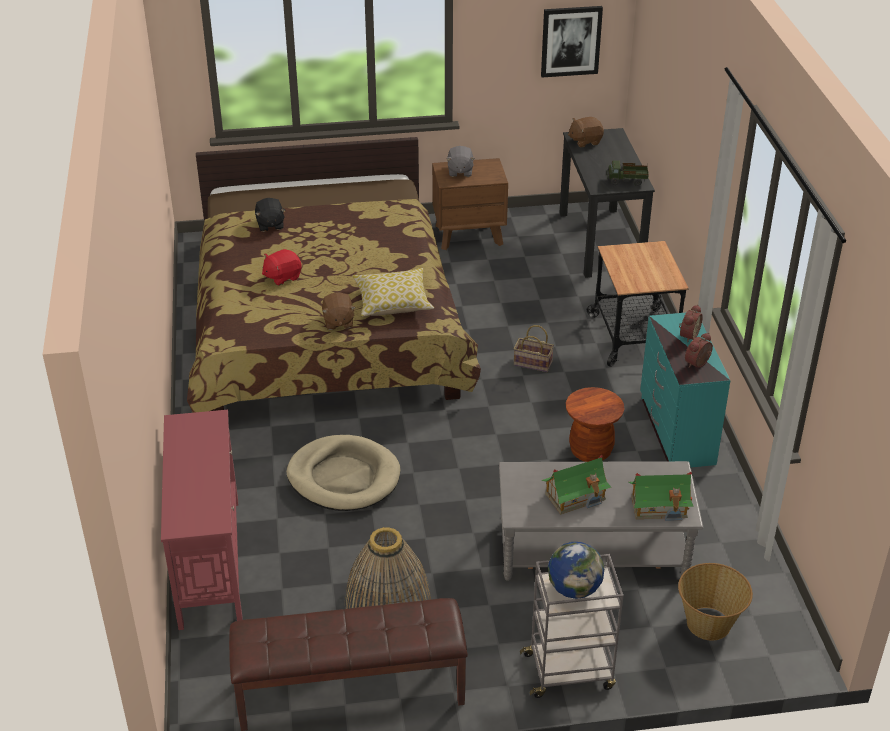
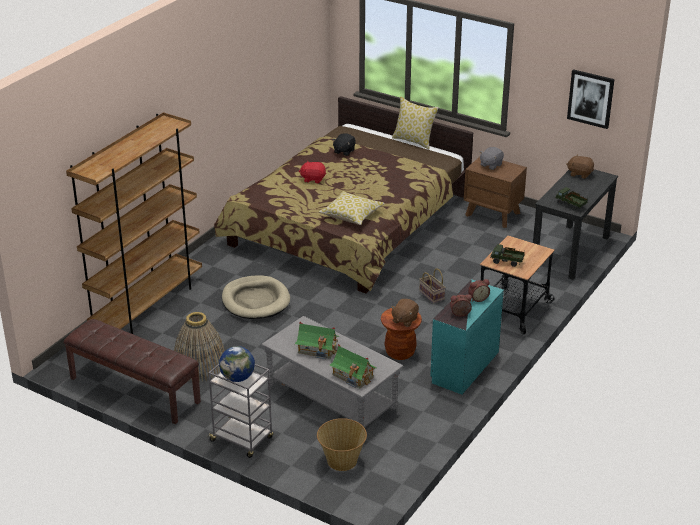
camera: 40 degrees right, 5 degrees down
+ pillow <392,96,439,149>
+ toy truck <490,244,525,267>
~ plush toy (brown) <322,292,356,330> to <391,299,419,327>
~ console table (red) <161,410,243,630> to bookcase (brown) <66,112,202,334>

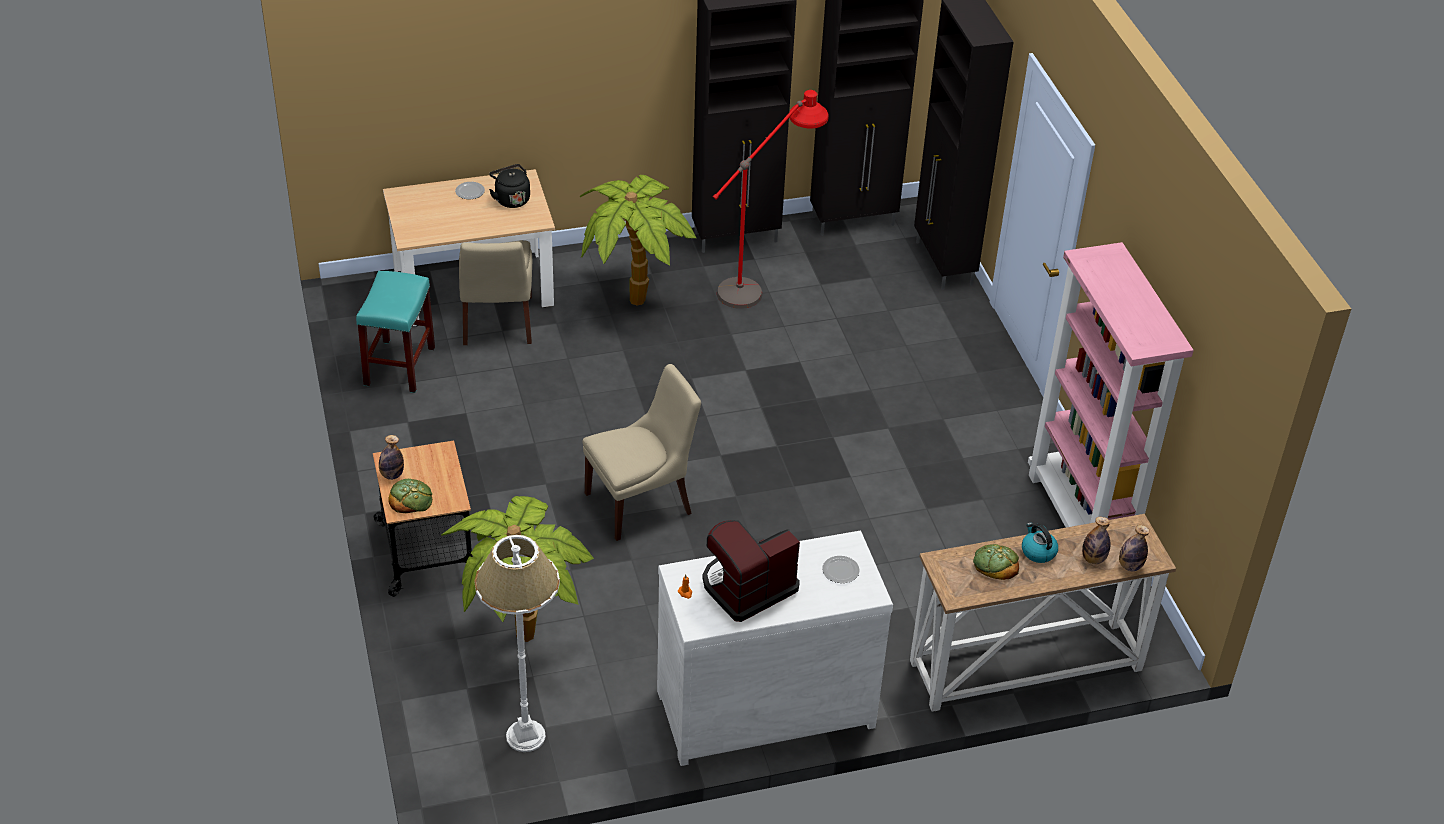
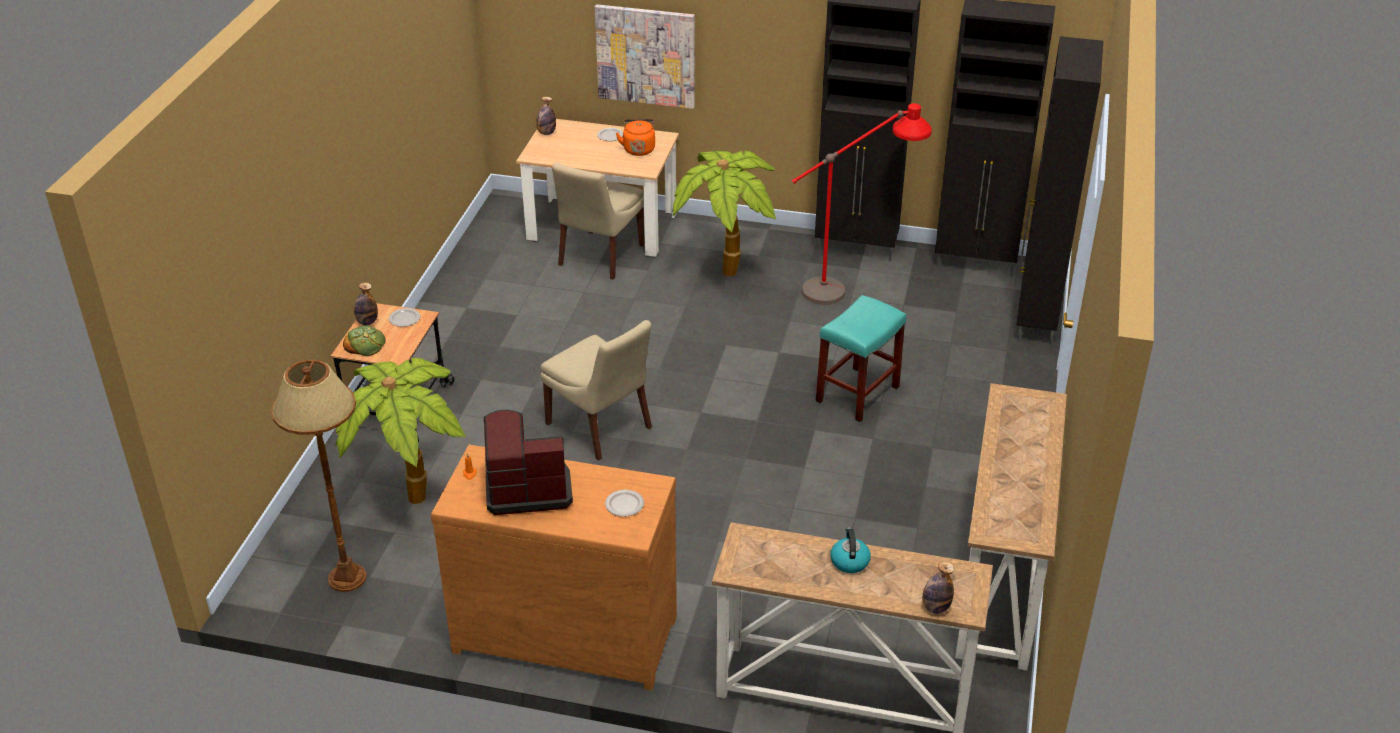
camera: 30 degrees right, 5 degrees down
- bread <973,544,1019,580>
+ plate <389,308,420,327>
+ picture <595,4,695,109>
~ stool (turquoise) <356,271,435,393> to <816,295,906,423>
~ bottle <1082,517,1111,564> to <536,97,556,135>
~ bookcase (pink) <1028,242,1194,527> to console table <955,383,1067,671>
~ floor lamp (white) <474,535,560,752> to floor lamp (brown) <271,360,367,592>
~ kettle (black) <489,164,530,208> to kettle (orange) <616,119,655,156>
~ dresser (white) <657,530,893,766> to dresser (brown) <431,445,677,690>
~ chair (beige) <583,364,701,541> = <540,320,652,460> 45 degrees clockwise

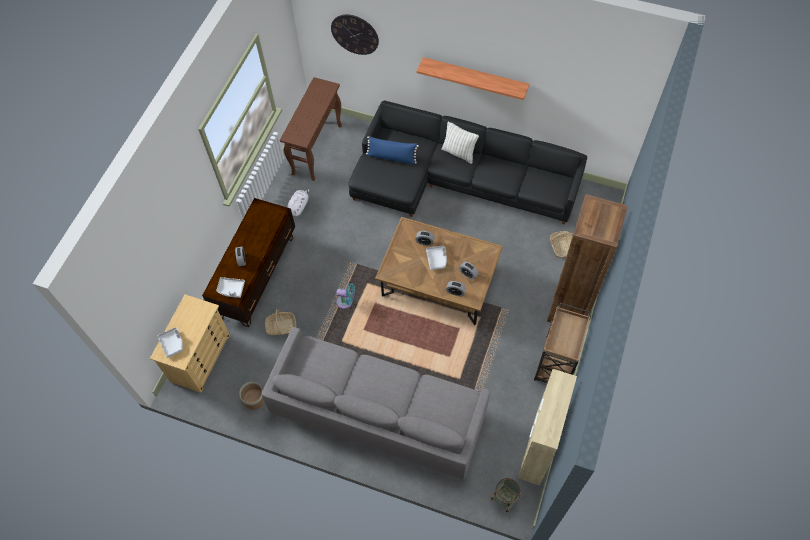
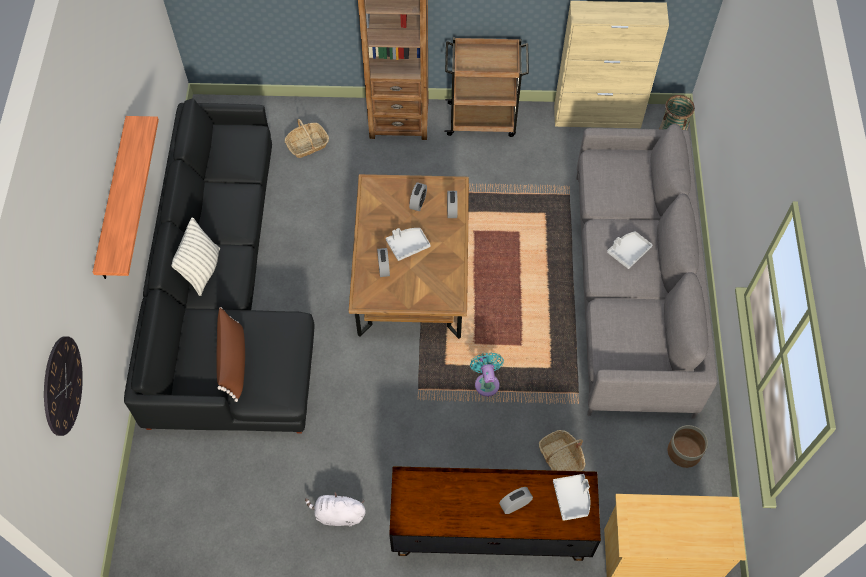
camera: 110 degrees left, 0 degrees up
- console table (brown) <280,77,342,181>
~ tray (grey) <158,327,183,358> to <607,231,652,269>
~ pillow (blue) <366,136,419,164> to pillow (brown) <216,307,245,402>

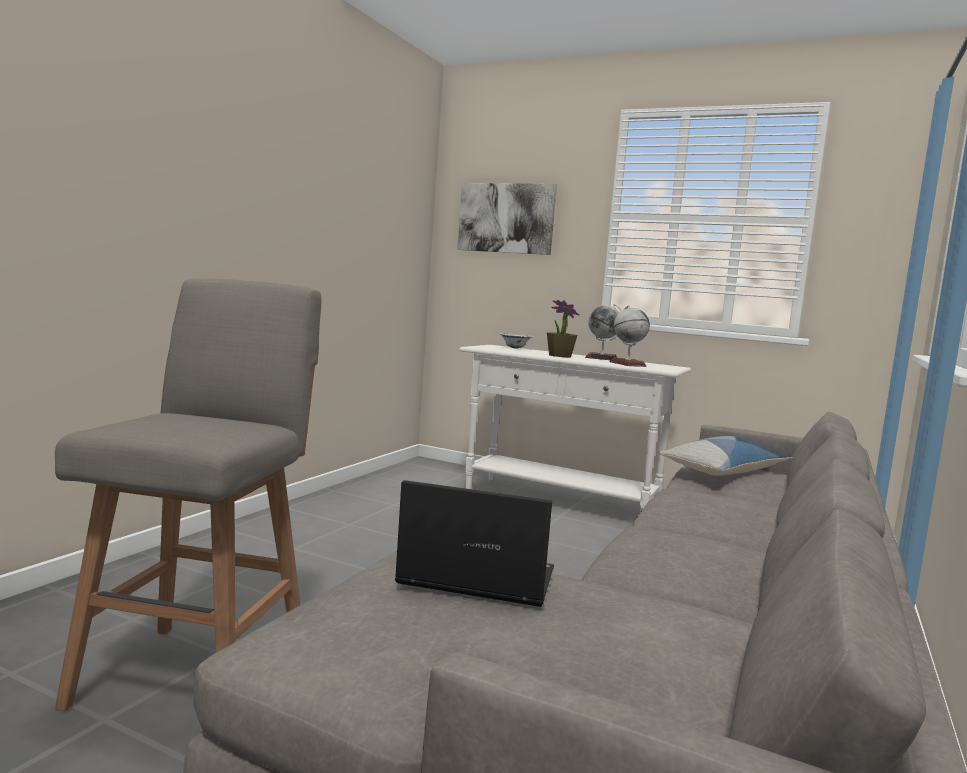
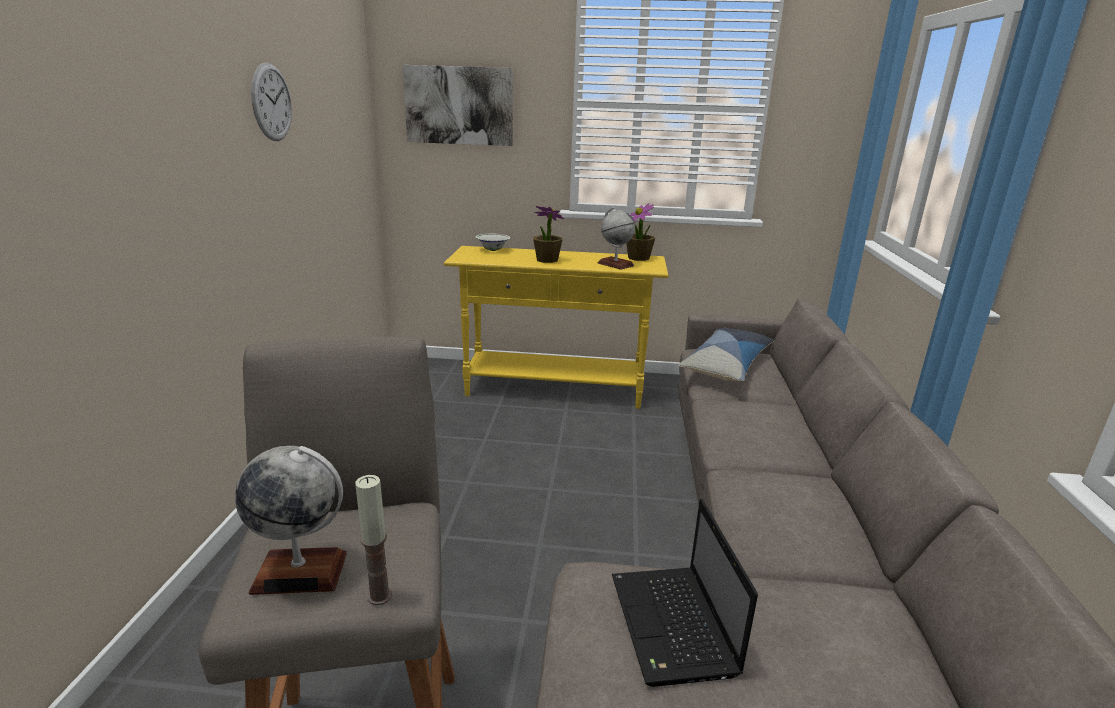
camera: 20 degrees left, 15 degrees up
+ wall clock <251,62,292,141>
+ candle <355,475,392,605>
+ potted plant <626,203,655,261>
~ globe <585,304,622,360> to <235,446,347,595>
~ console table (white) <459,345,691,511> to console table (yellow) <444,246,669,409>
~ laptop <394,480,554,607> = <612,499,758,687> 90 degrees counterclockwise

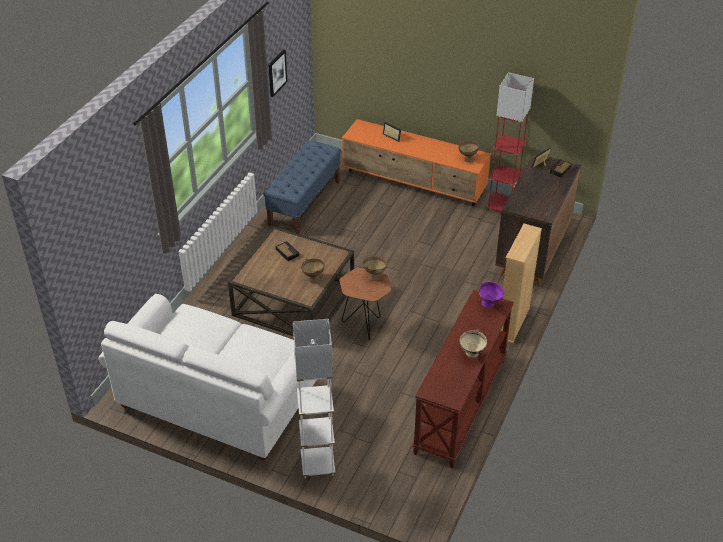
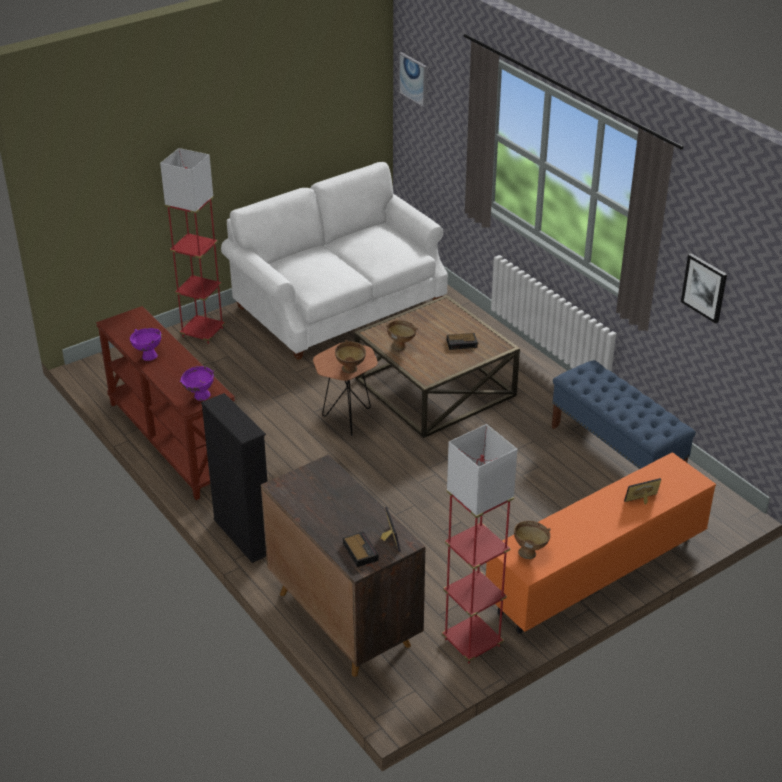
camera: 120 degrees right, 5 degrees down
+ picture <399,52,427,107>
~ floor lamp (white) <293,319,336,478> to floor lamp (red) <160,148,225,344>
~ bowl (beige) <460,329,487,358> to bowl (purple) <130,328,162,361>
~ bookcase (beige) <501,224,542,343> to bookcase (black) <201,393,267,563>

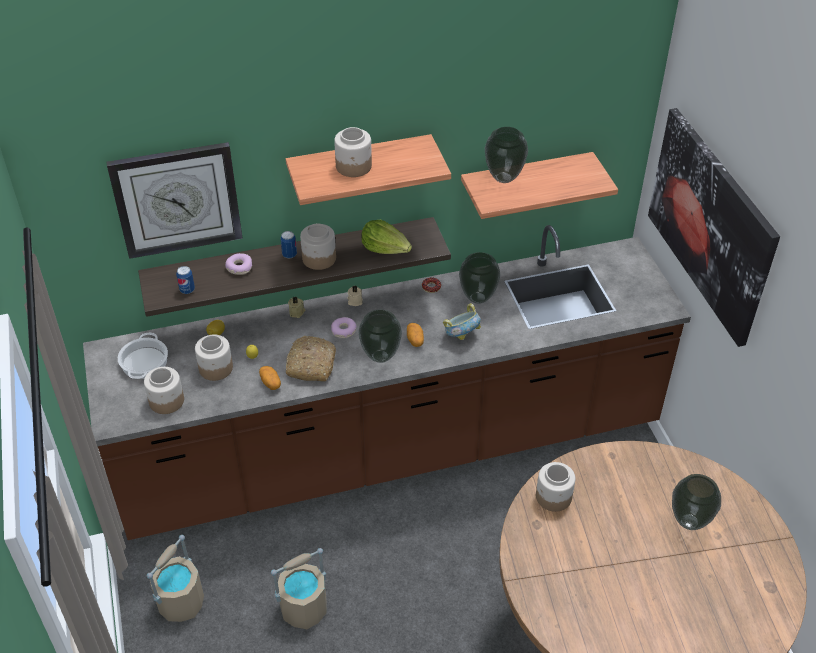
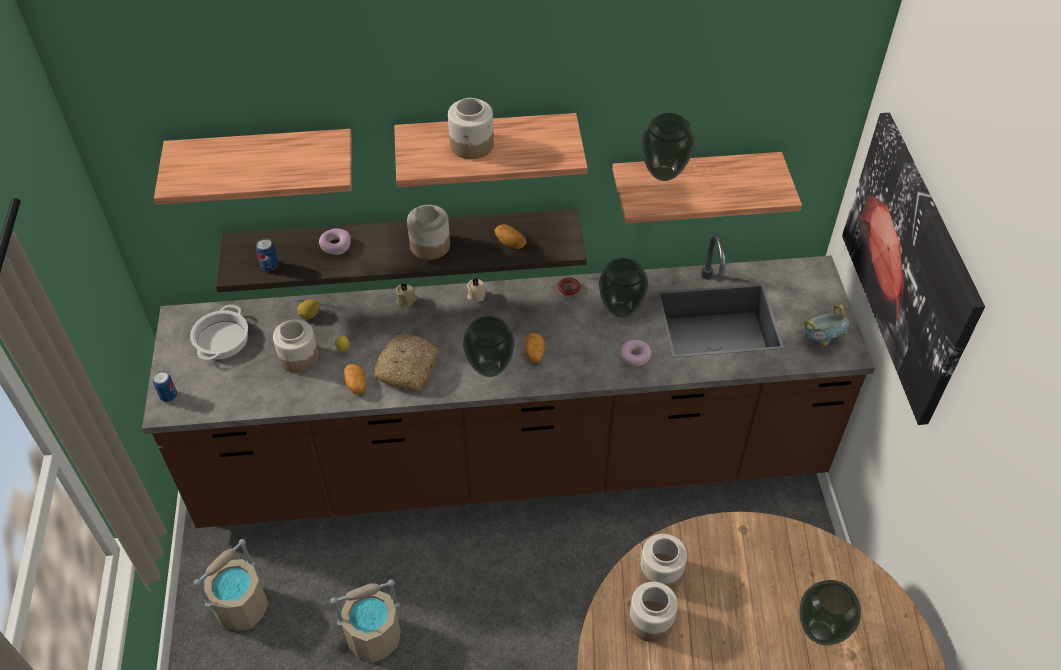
camera: 10 degrees right, 5 degrees up
~ jar <144,367,184,414> to <629,582,678,642>
~ can <281,231,297,258> to <153,371,177,402>
~ donut <331,317,357,338> to <621,340,651,366>
~ bowl <443,303,481,340> to <804,303,850,346>
~ wall clock <106,142,243,259> to shelf <154,129,352,205>
~ lettuce <361,220,412,254> to potato <494,224,526,249>

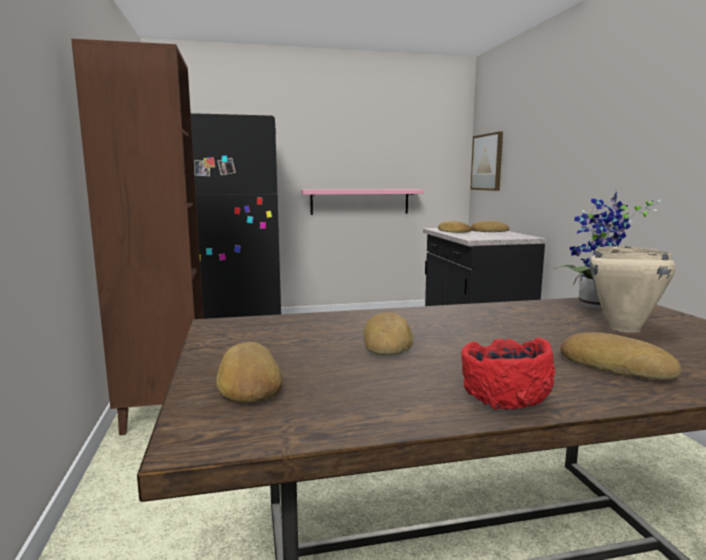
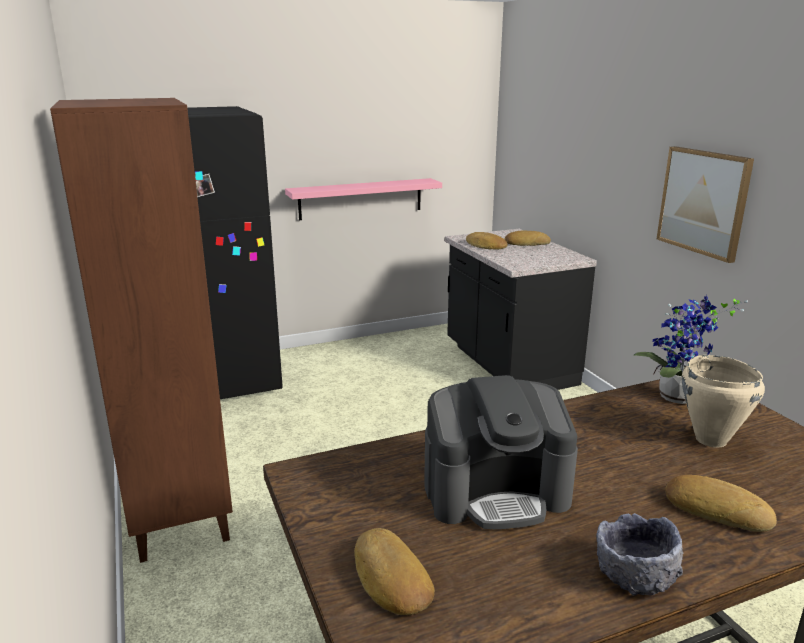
camera: 10 degrees left, 10 degrees up
~ picture <470,131,503,191> to <657,146,754,263>
~ bread <364,312,413,355> to coffee machine <424,375,578,529>
~ bowl (red) <461,337,555,410> to bowl (grey) <596,513,684,595>

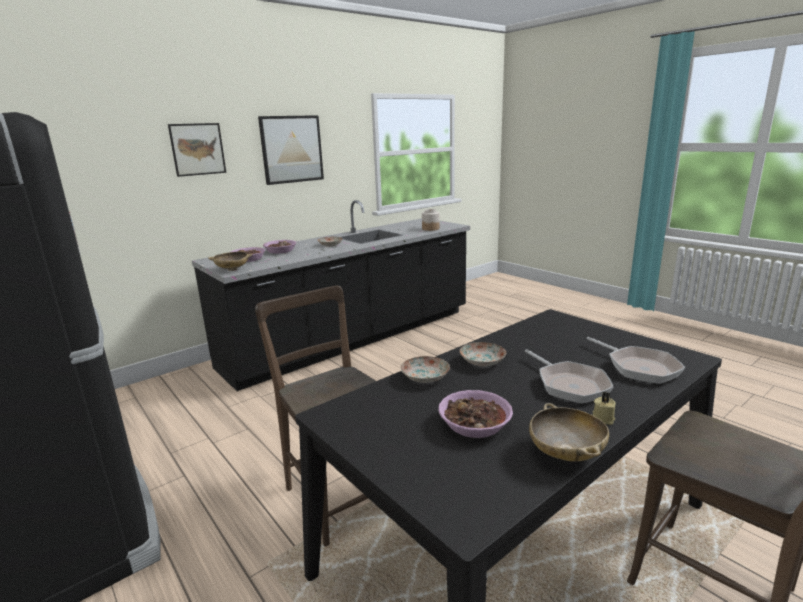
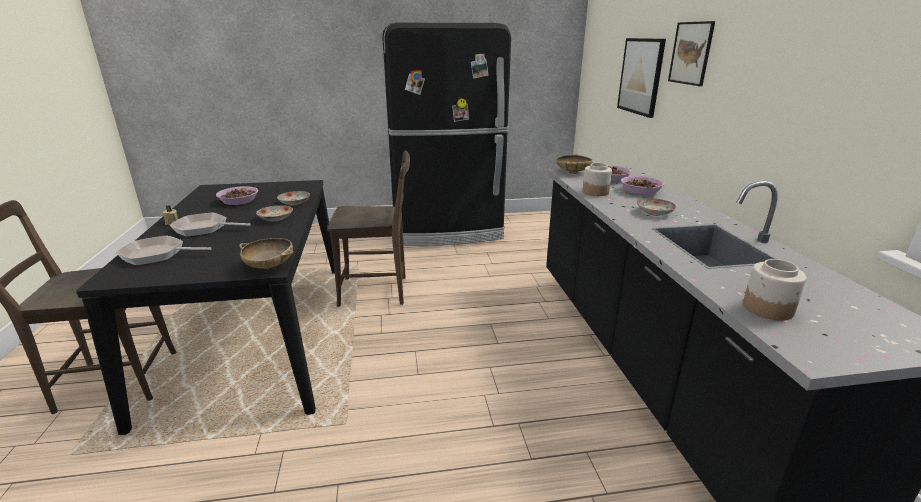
camera: 120 degrees right, 5 degrees up
+ jar <583,163,612,196>
~ picture <258,115,324,185> to <617,38,666,118>
~ bowl (beige) <529,403,609,462> to <239,238,294,269>

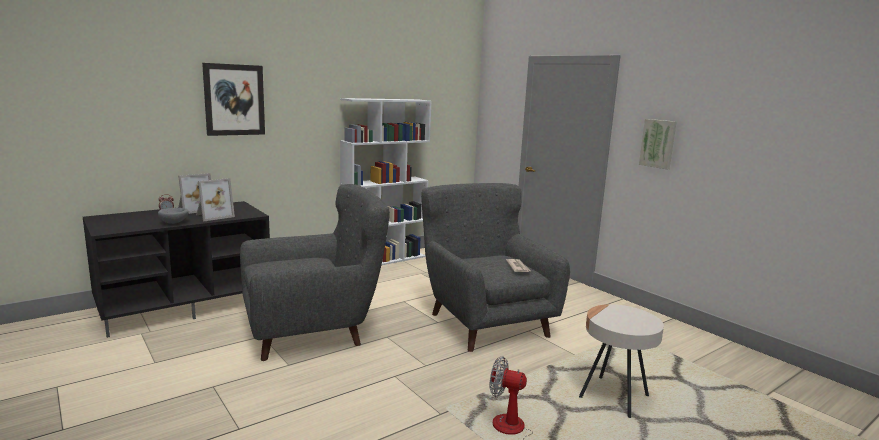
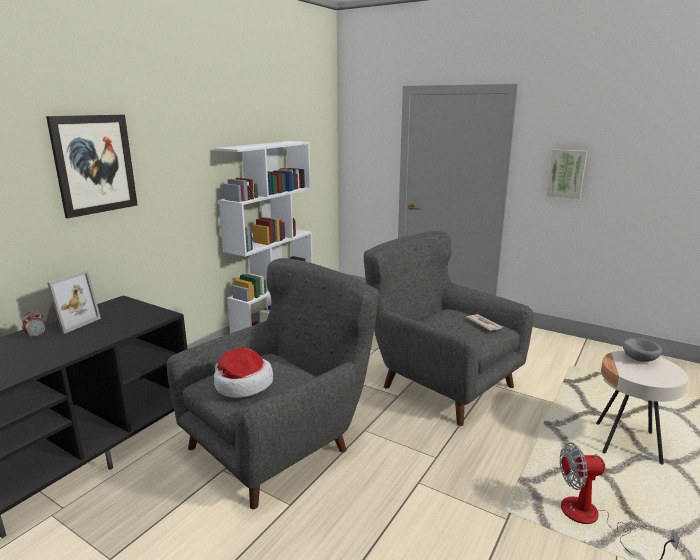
camera: 20 degrees left, 5 degrees up
- picture frame <196,178,235,221>
+ hat <214,347,273,398>
~ bowl (grey) <158,208,188,224> to <623,338,662,362>

